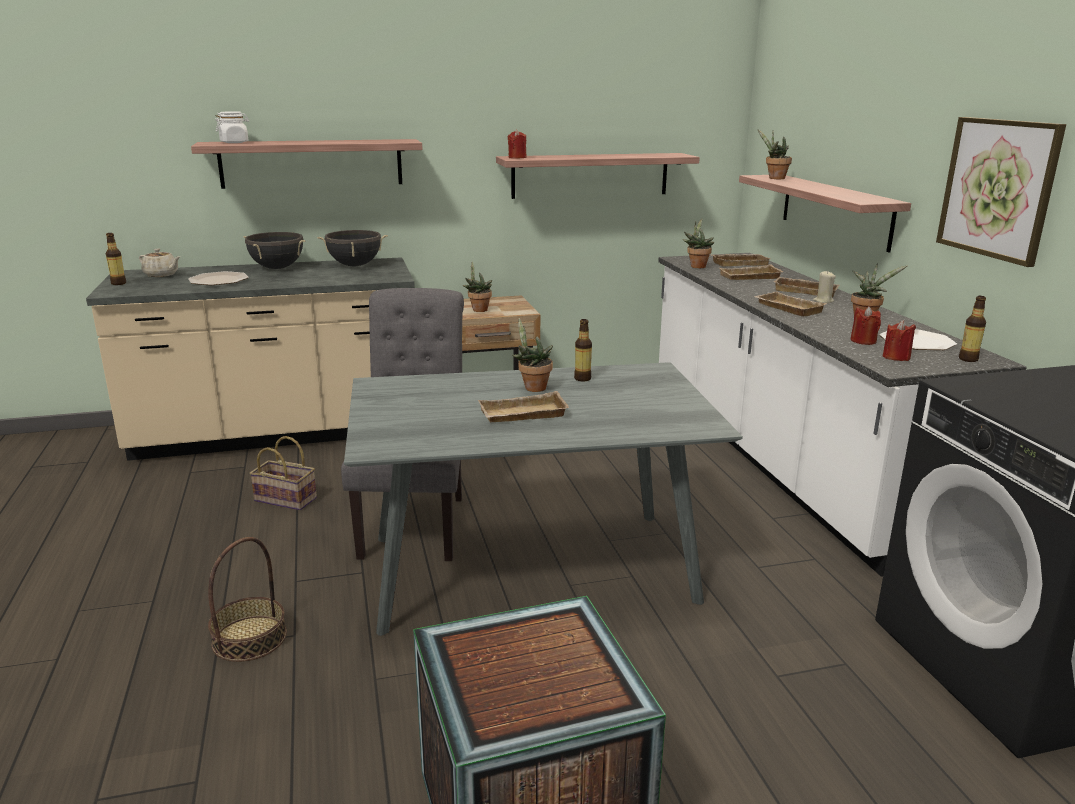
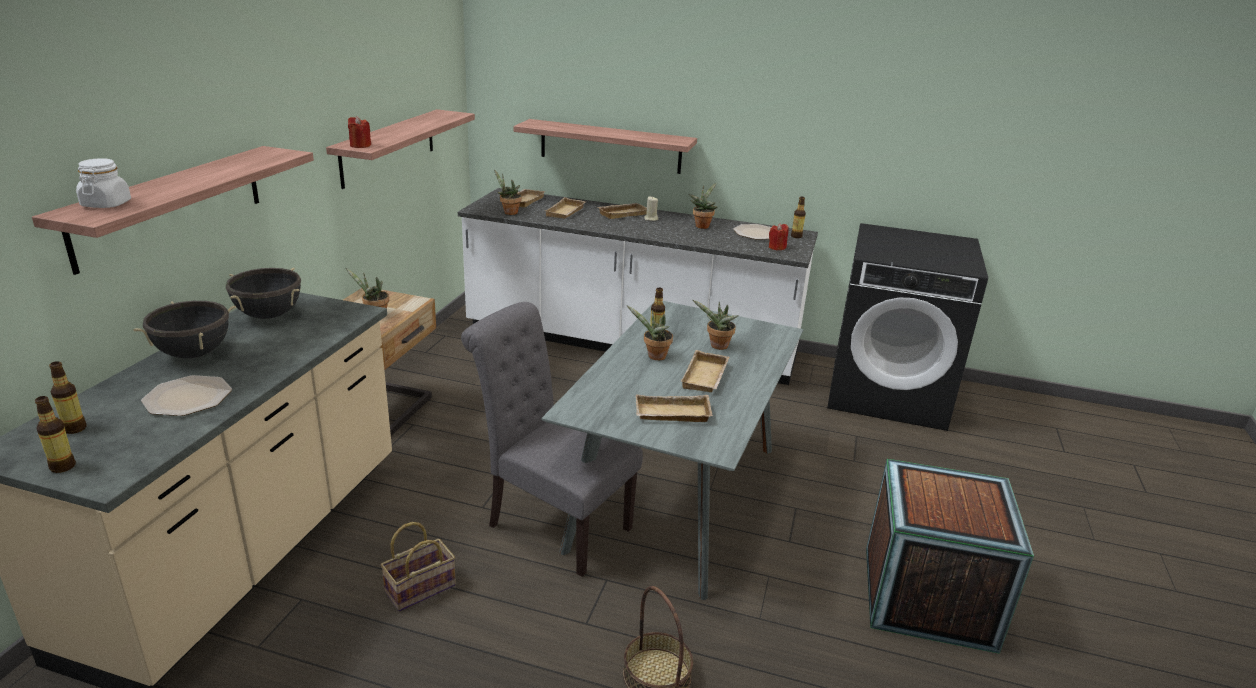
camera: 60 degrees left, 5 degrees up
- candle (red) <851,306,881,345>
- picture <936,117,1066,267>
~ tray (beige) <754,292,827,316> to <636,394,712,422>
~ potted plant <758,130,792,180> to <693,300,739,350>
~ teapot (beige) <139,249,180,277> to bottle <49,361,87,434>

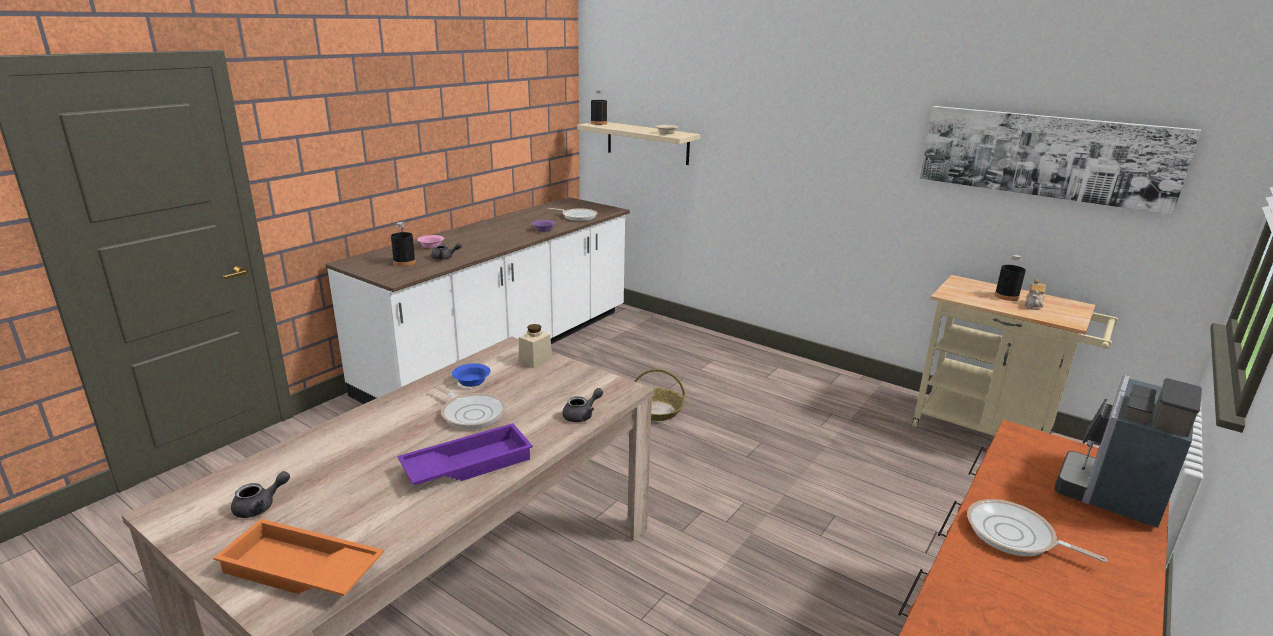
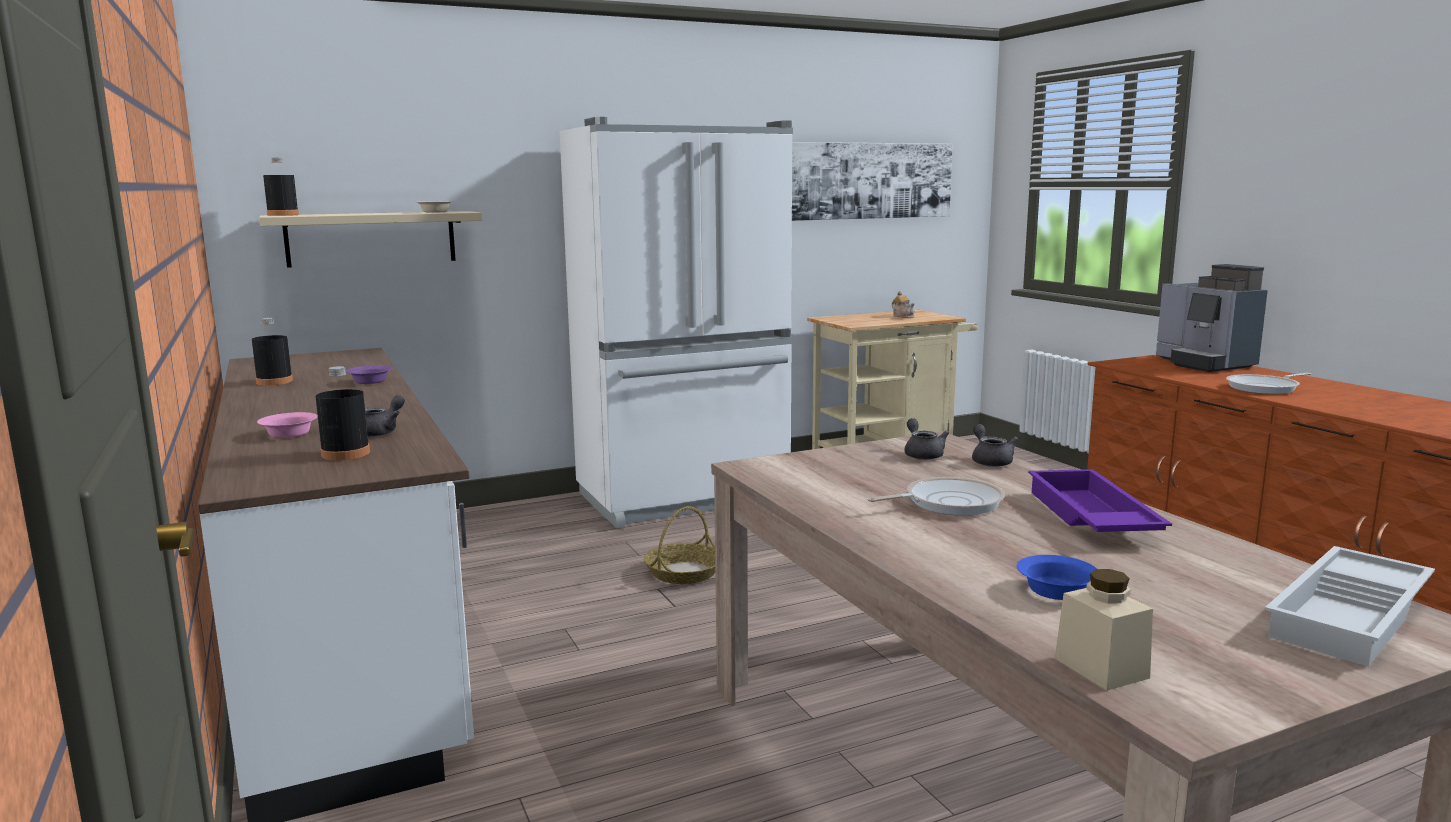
camera: 60 degrees left, 10 degrees down
- frying pan <547,208,597,221>
+ fridge (white) <560,117,793,529>
~ teapot (grey) <231,471,290,518> to <904,418,949,460>
~ bowl (blue) <452,363,491,387> to <1017,555,1097,600>
~ jar (beige) <519,324,552,368> to <1055,569,1153,691>
~ bottle (black) <994,255,1026,301> to <252,318,293,385>
~ tray (orange) <213,519,384,596> to tray (white) <1265,546,1435,667>

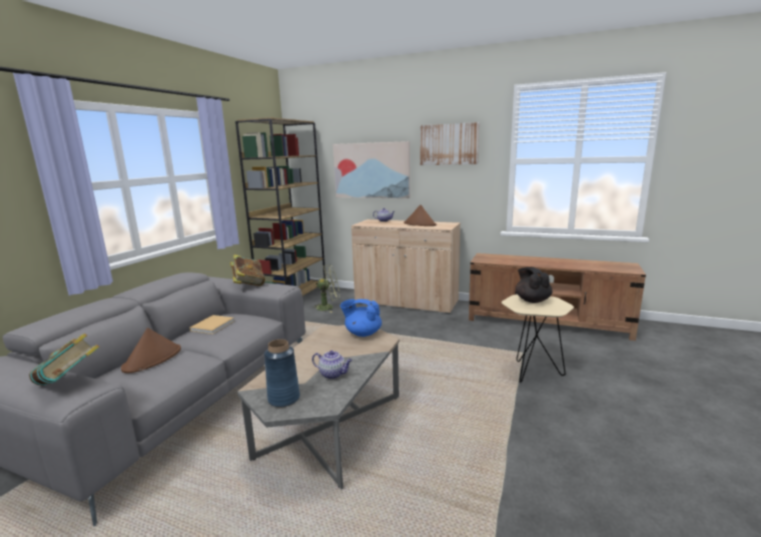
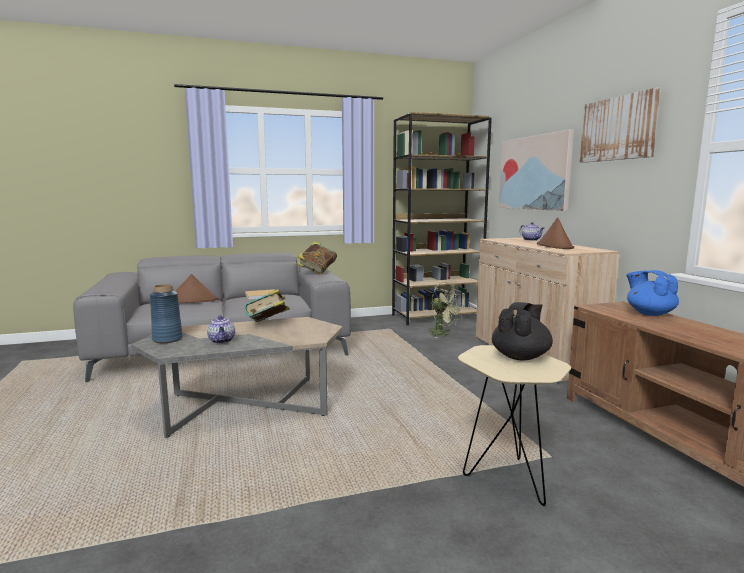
camera: 50 degrees right, 5 degrees down
~ book <29,333,99,386> to <244,289,290,322>
~ teapot (blue) <340,299,382,337> to <626,270,679,316>

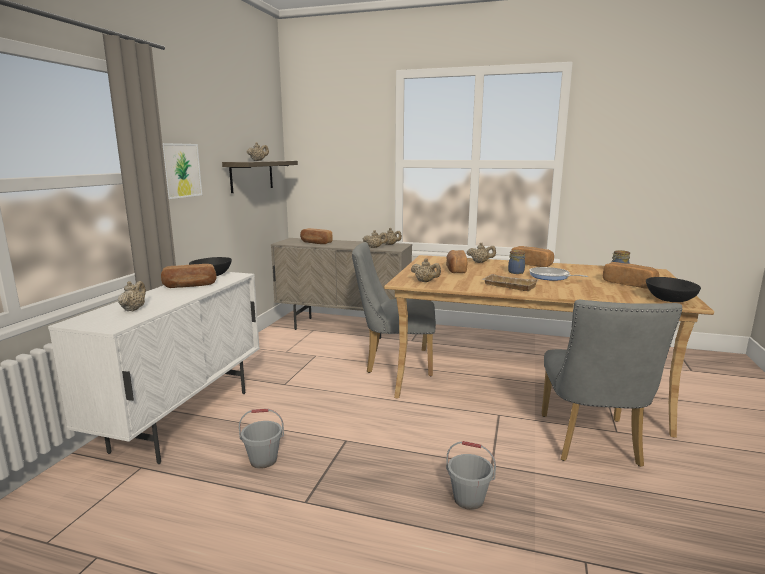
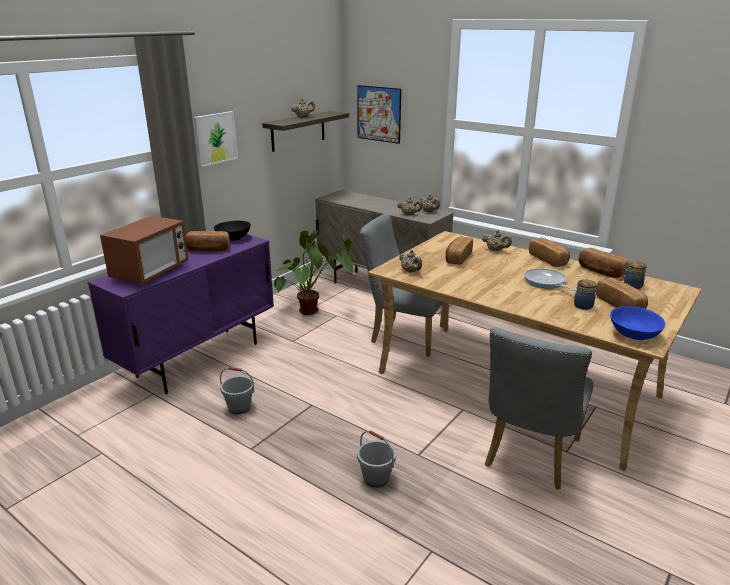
camera: 20 degrees right, 10 degrees up
- tray (beige) <481,274,539,291>
+ potted plant <274,230,354,315>
+ picture <357,85,401,144>
~ bread <300,228,333,244> to <579,248,629,278>
~ jar <508,250,525,274> to <574,279,597,310>
~ teapot (beige) <118,281,146,312> to microwave <100,215,188,284>
~ cabinet (white) <48,272,260,464> to cabinet (purple) <87,234,274,394>
~ bowl (black) <646,277,701,302> to bowl (blue) <610,306,665,340>

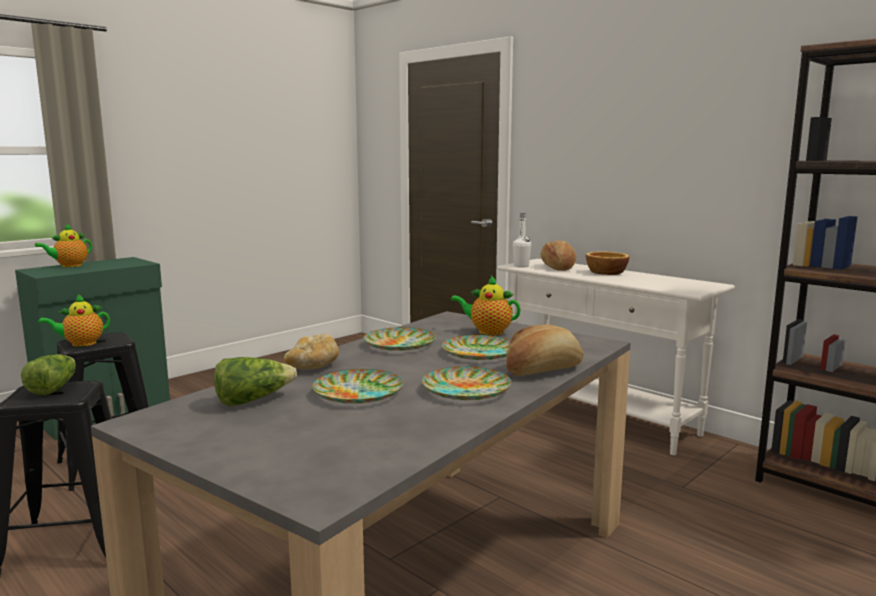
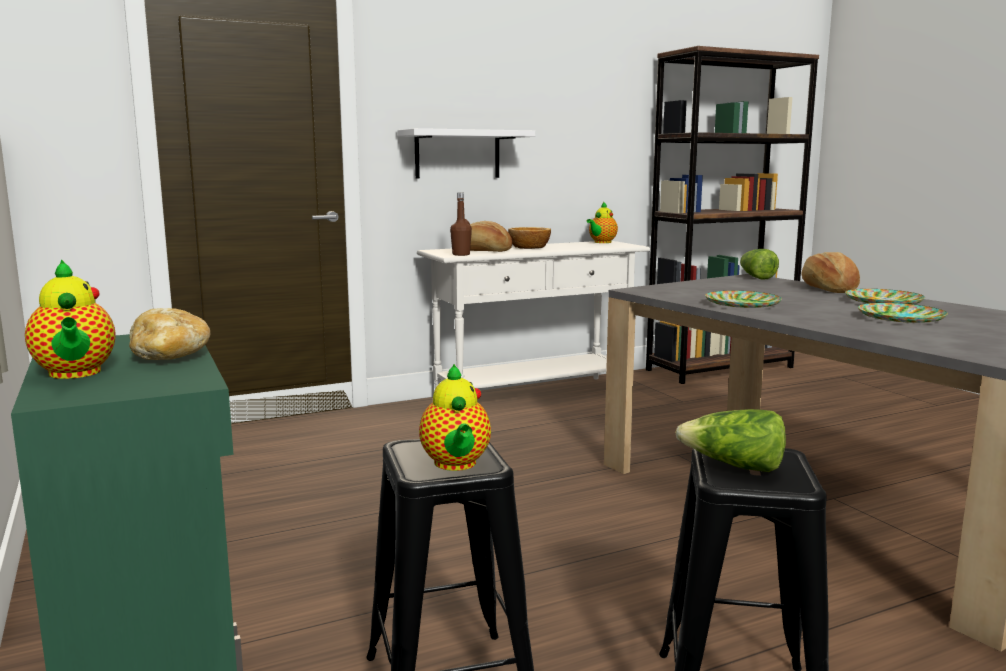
camera: 70 degrees left, 0 degrees up
- plate <442,335,511,360>
+ shelf (white) <398,128,535,179>
~ lettuce <214,357,297,406> to <740,249,779,280>
~ bread <284,334,339,369> to <129,308,210,360>
~ teapot <450,276,521,335> to <587,201,618,243>
~ bottle (white) <513,213,531,267> to bottle (brown) <450,192,472,256>

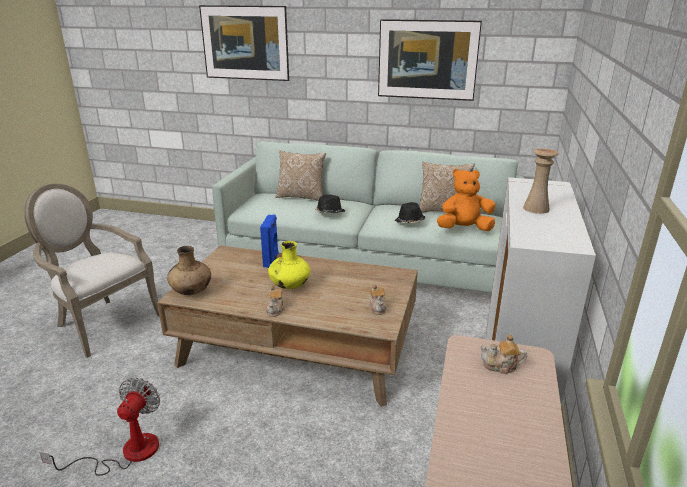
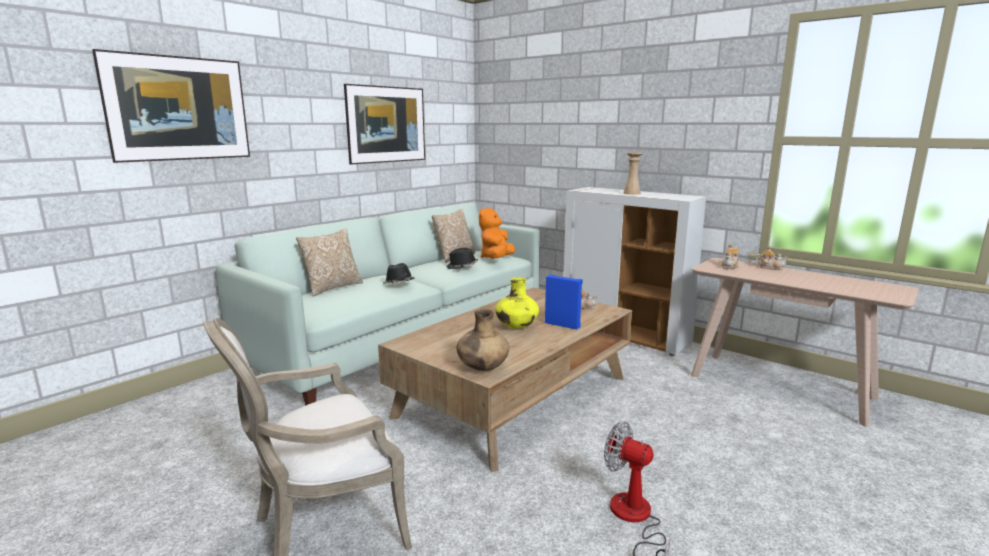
camera: 65 degrees left, 10 degrees down
~ speaker (blue) <260,214,279,268> to <545,274,583,330>
~ teapot <267,286,285,317> to <755,246,788,270>

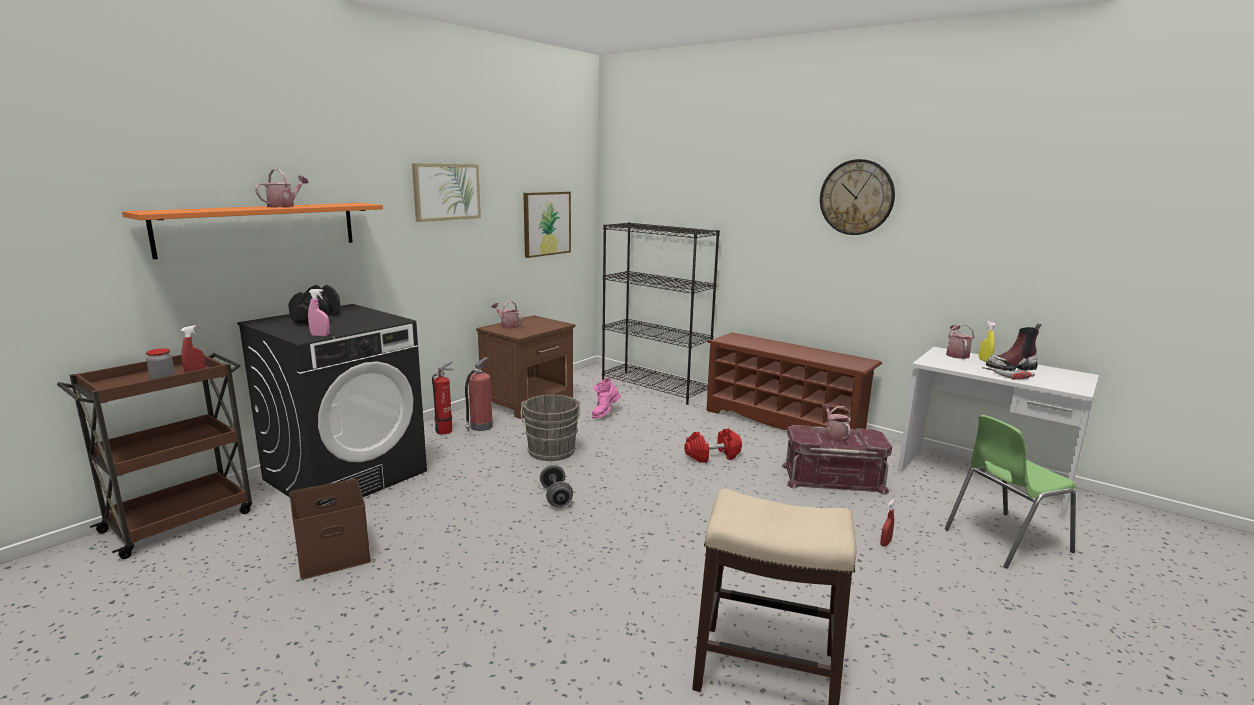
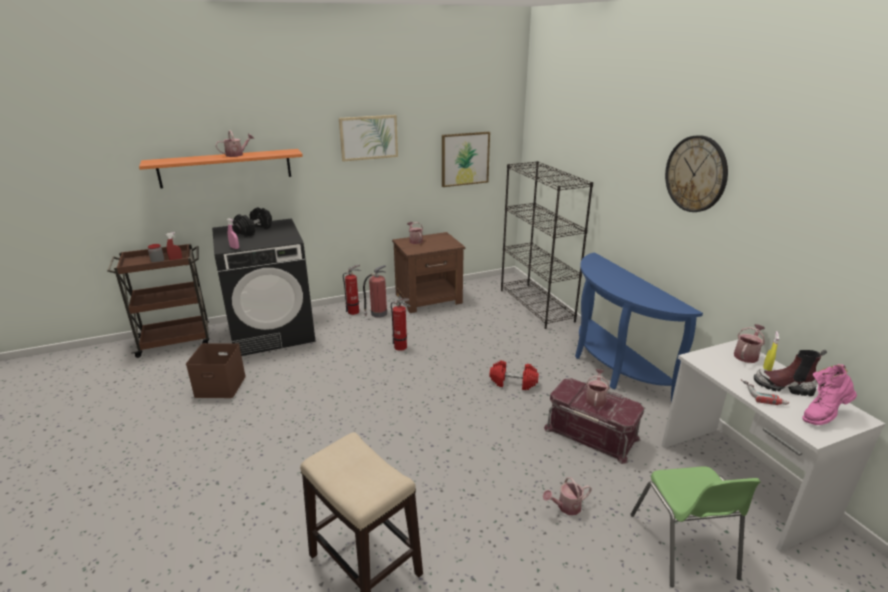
camera: 30 degrees right, 10 degrees up
- dumbbell (grey) <540,465,573,507>
~ boot (pink) <592,377,621,418> to <802,364,857,425>
~ bucket (grey) <521,395,580,461> to fire extinguisher <391,298,410,351>
~ shoe rack (brown) <706,332,882,430> to console table (blue) <575,252,703,402>
~ spray bottle (red) <880,500,895,547> to watering can <543,477,592,515>
~ chair (green) <945,415,1076,569> = <630,466,761,587> 105 degrees counterclockwise

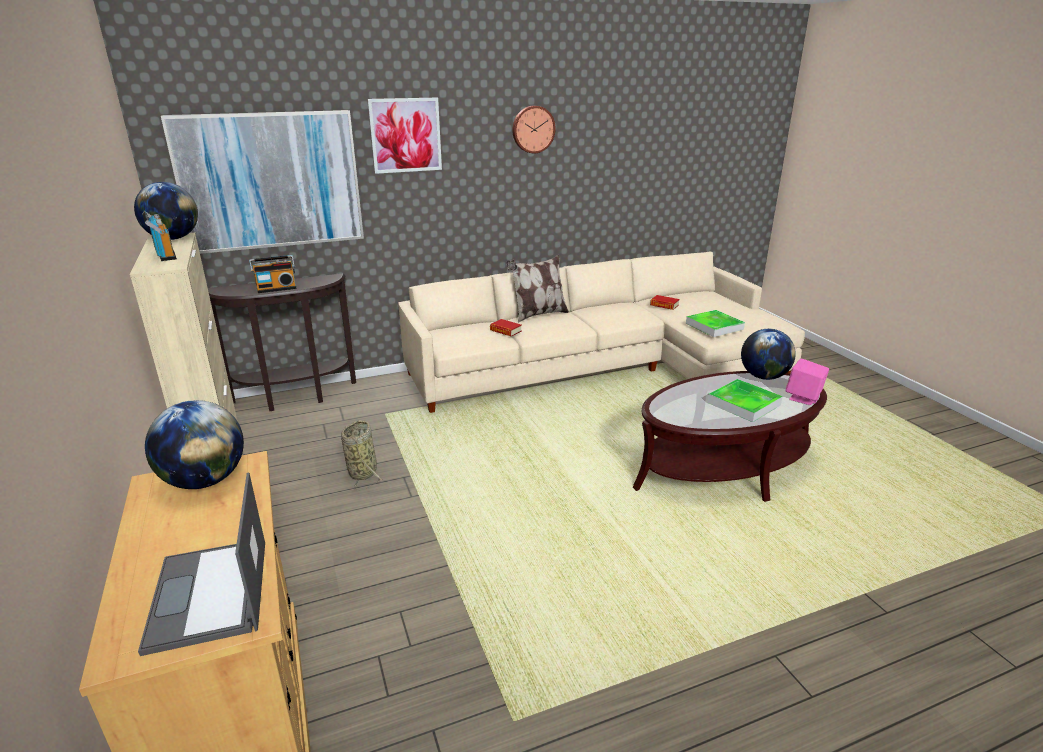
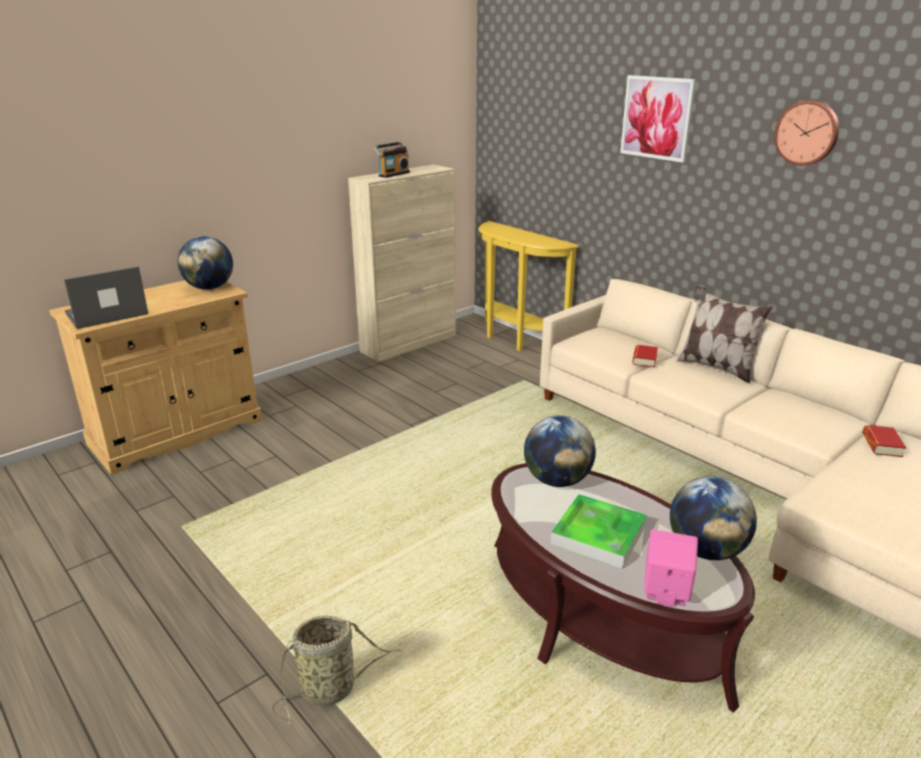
camera: 70 degrees right, 0 degrees up
- picture <161,110,364,254>
- radio <249,255,296,293>
- tray <686,310,745,337>
~ globe <134,182,198,240> to <524,415,596,487>
~ basket <341,420,383,491> to <273,616,401,724>
~ console table (brown) <208,273,356,411> to console table (yellow) <478,221,578,351>

